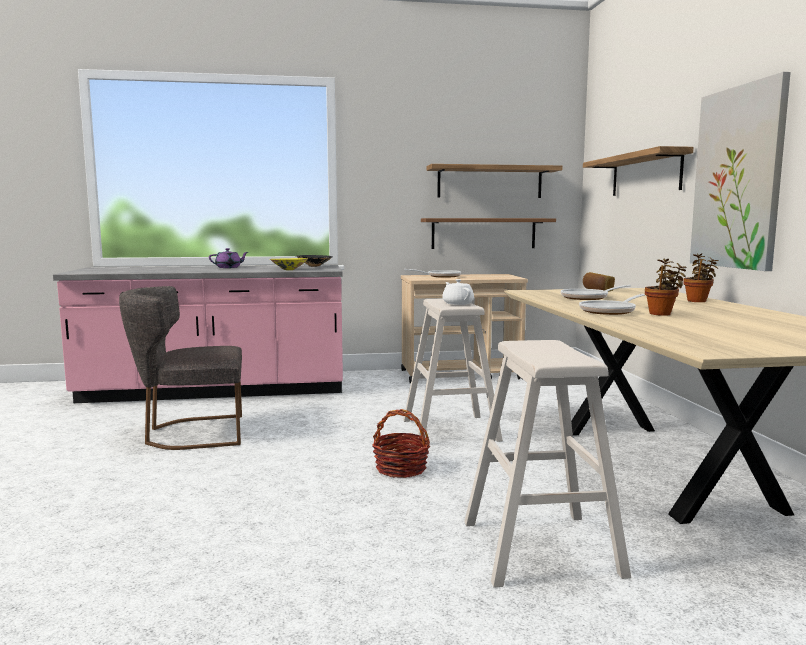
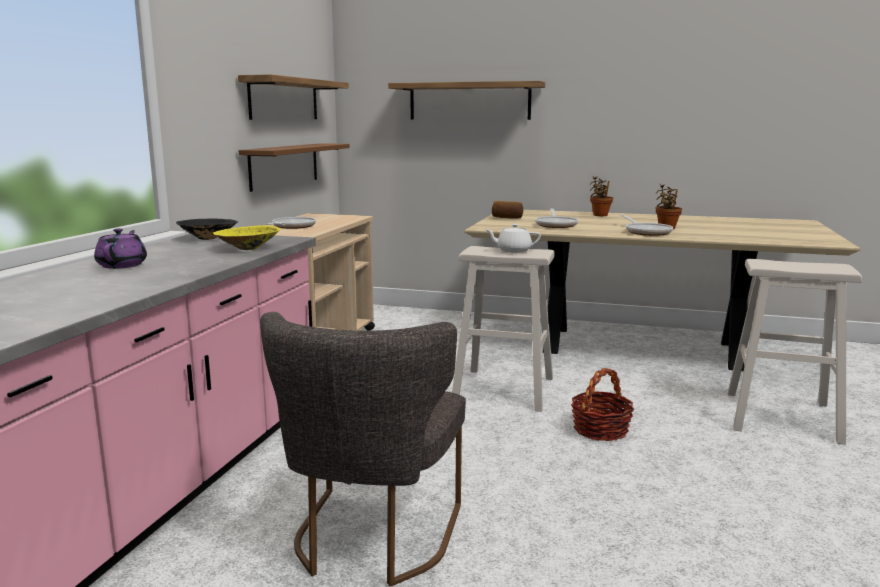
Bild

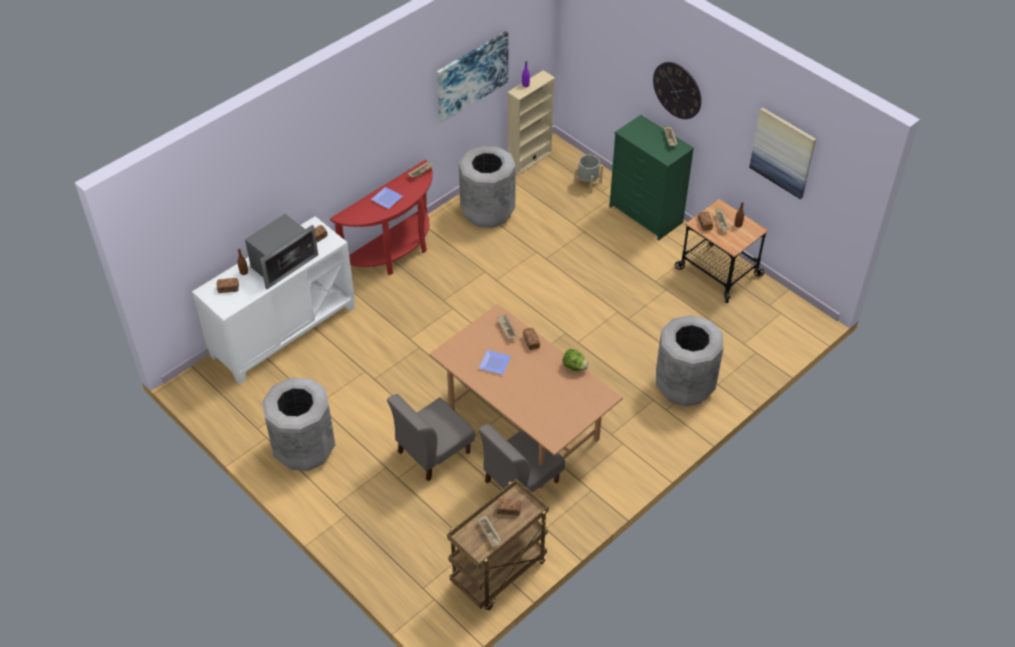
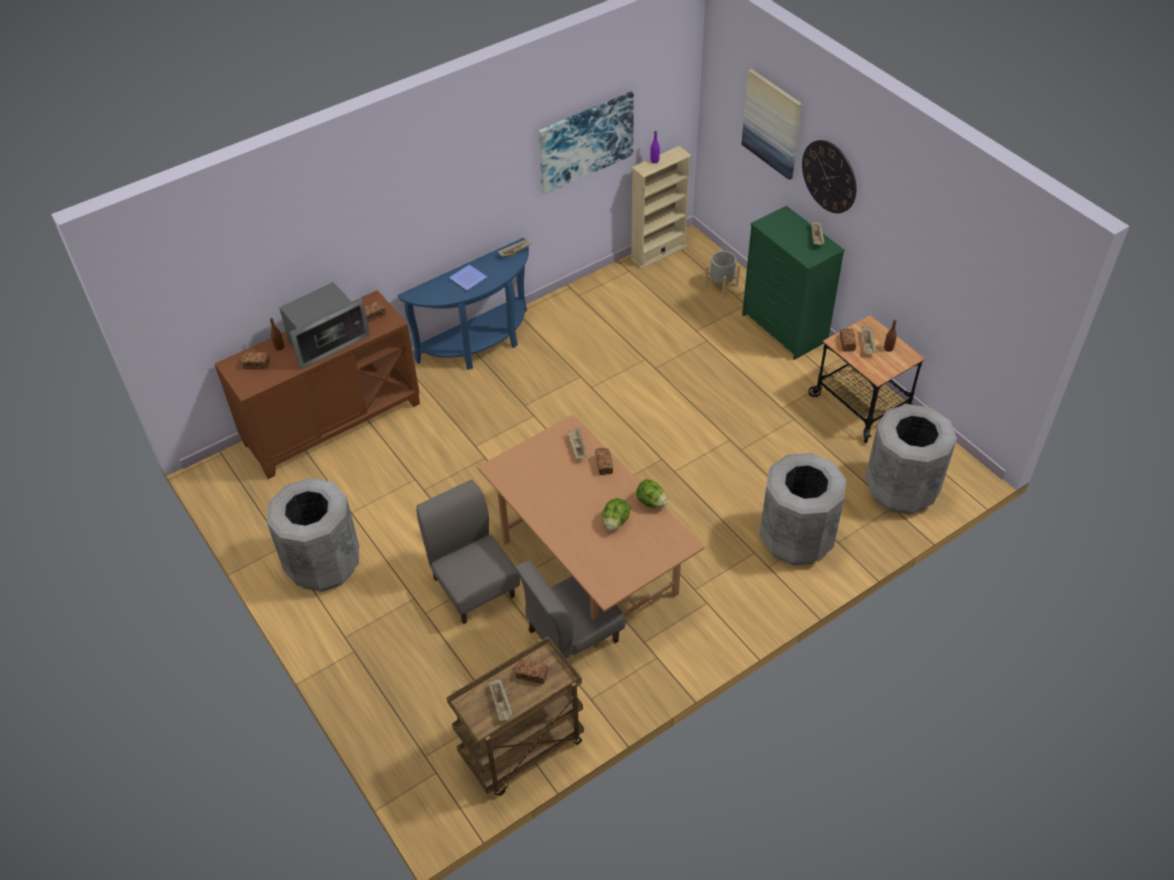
Bild (2nd from left)
Mülleimer [grau] (3rd from left)
Konsolentisch [blau]
Schrank [braun]
Teller (2nd from left in the first image)
Stuhl [grau] (1st from left)
Salatkopf (1st from left)

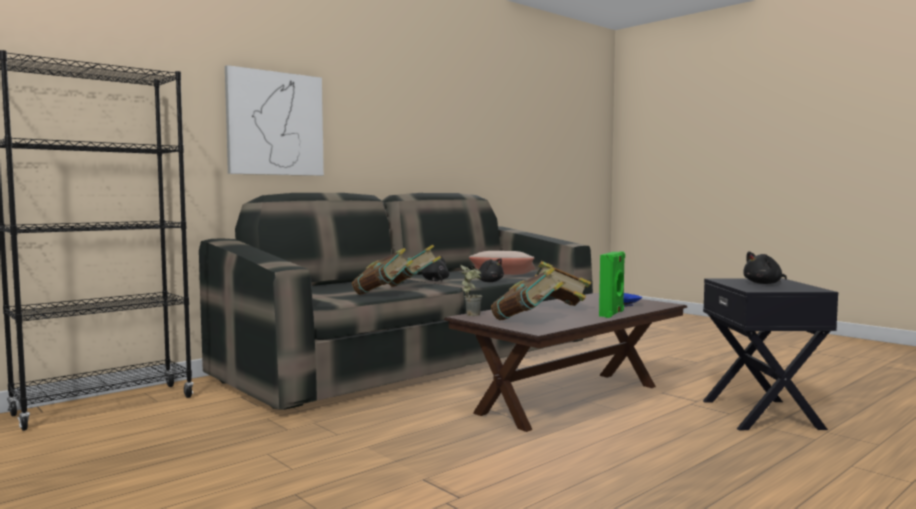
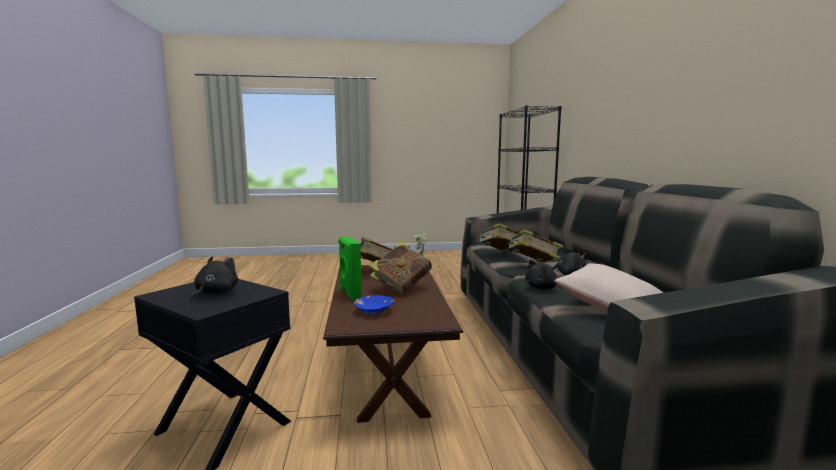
Bild

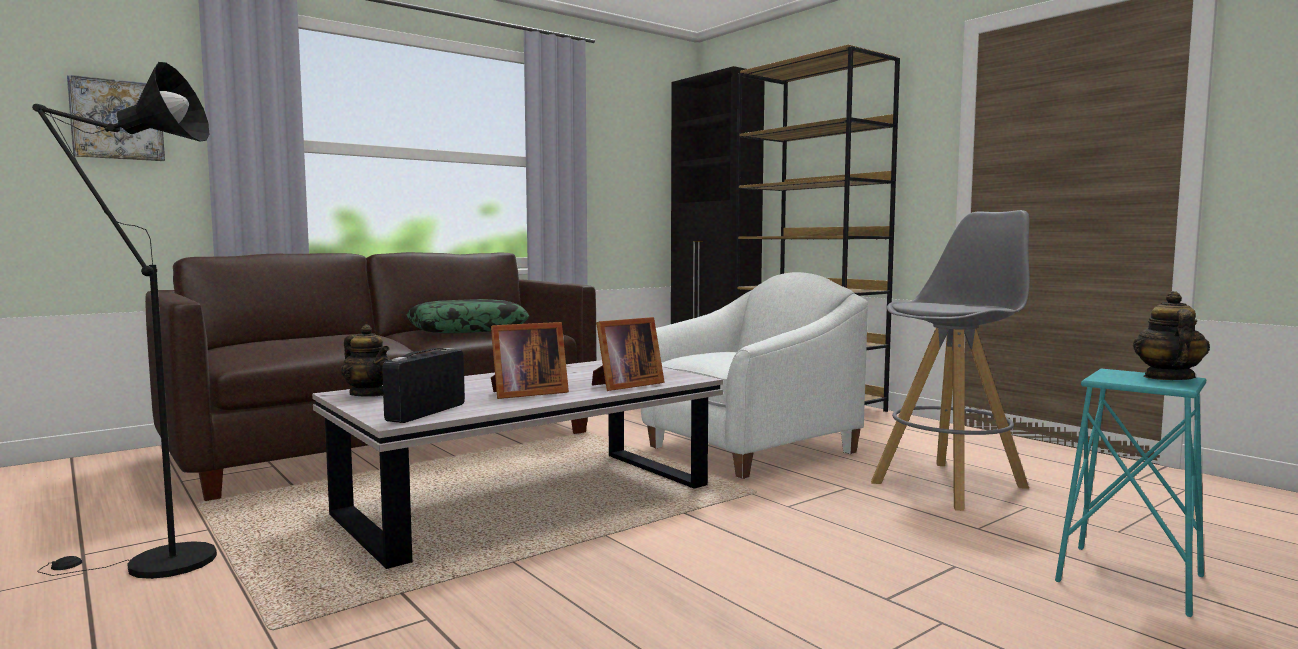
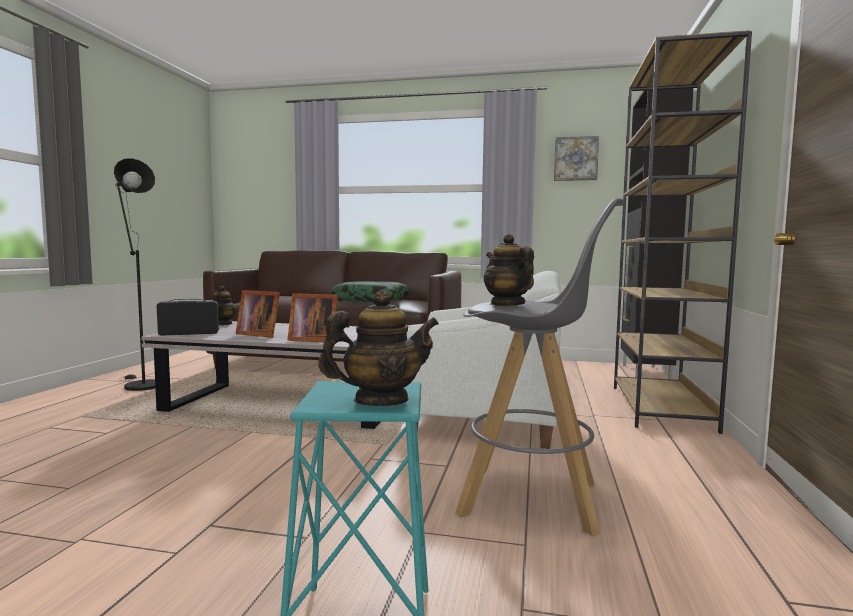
Bild
Teekanne (3rd from left)

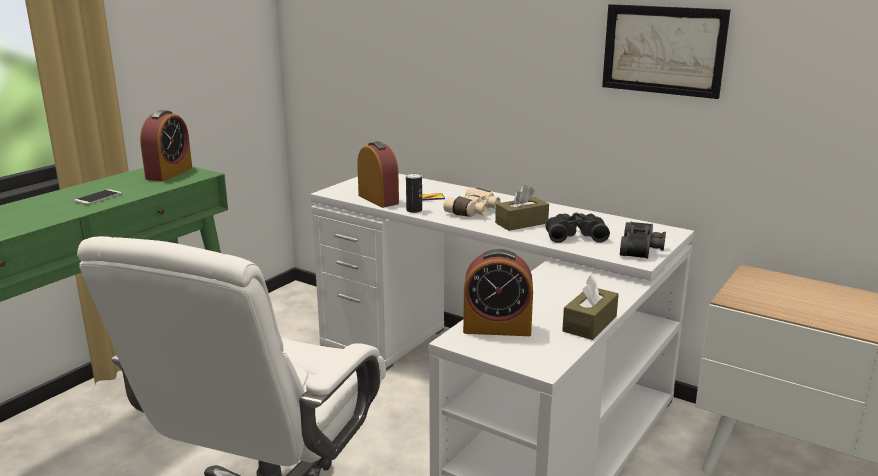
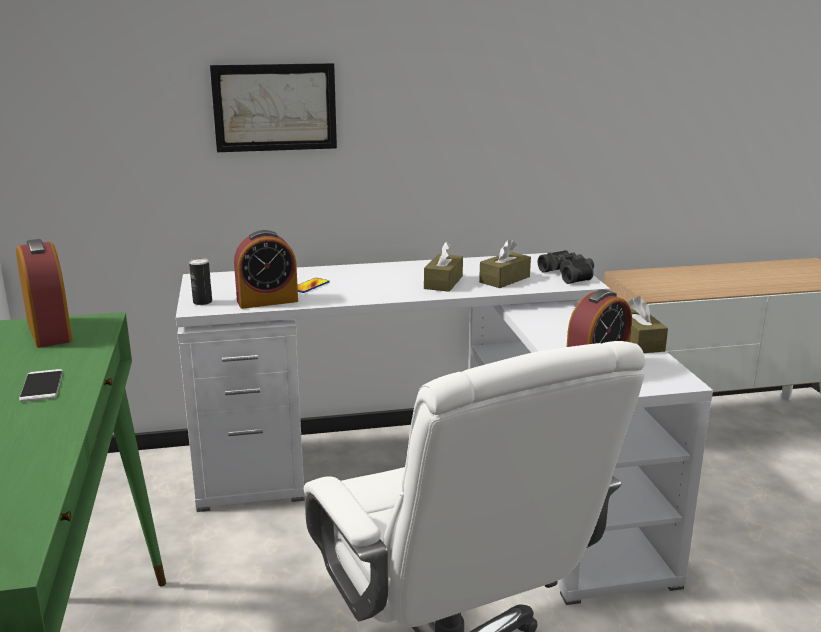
Bild
Wecker (2nd from left)
Dose
Fernglas [beige]
Taschentuchbox [braun] (2nd from left)

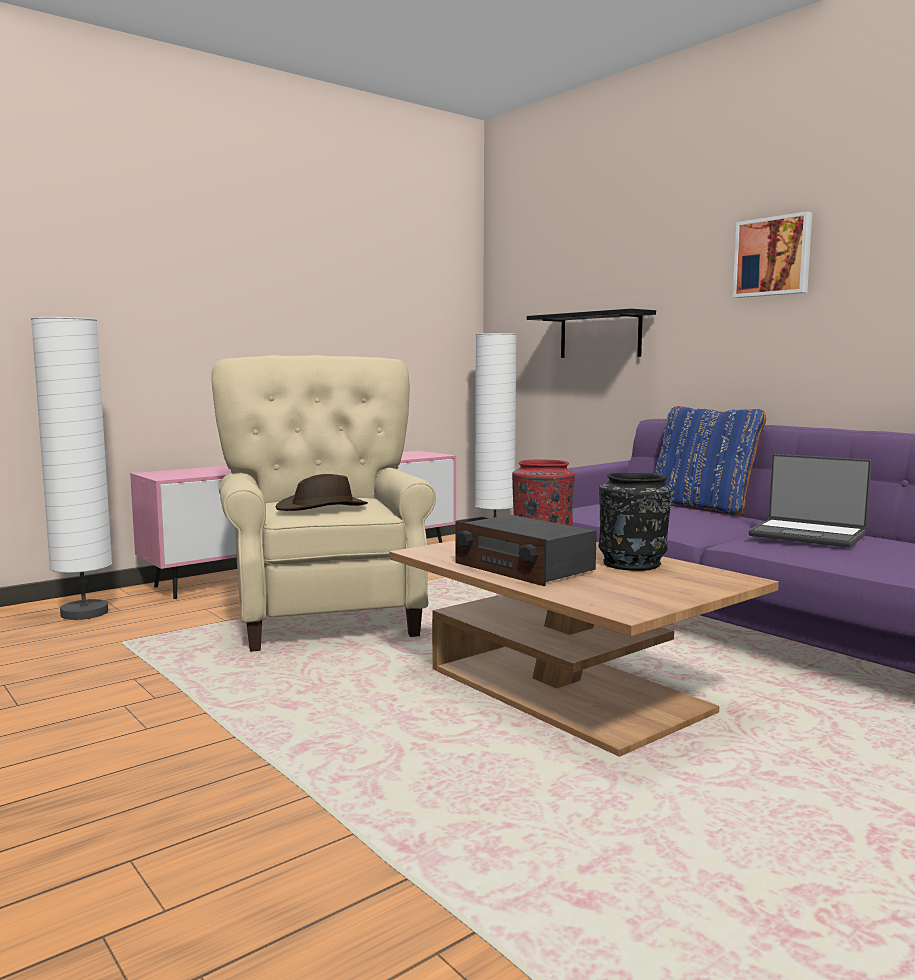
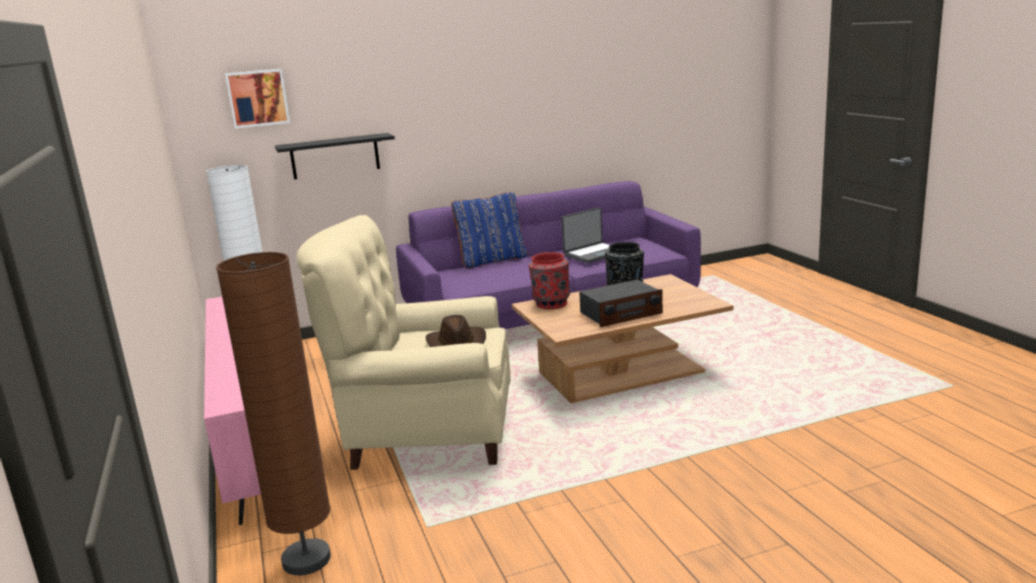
Bild
Stehlampe [braun]

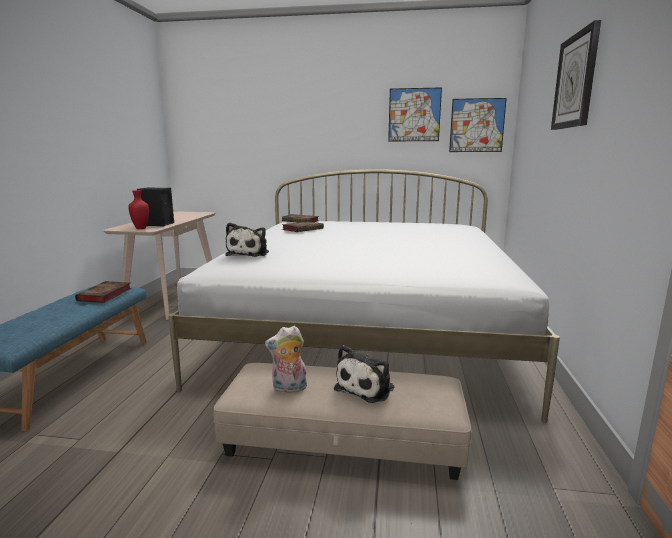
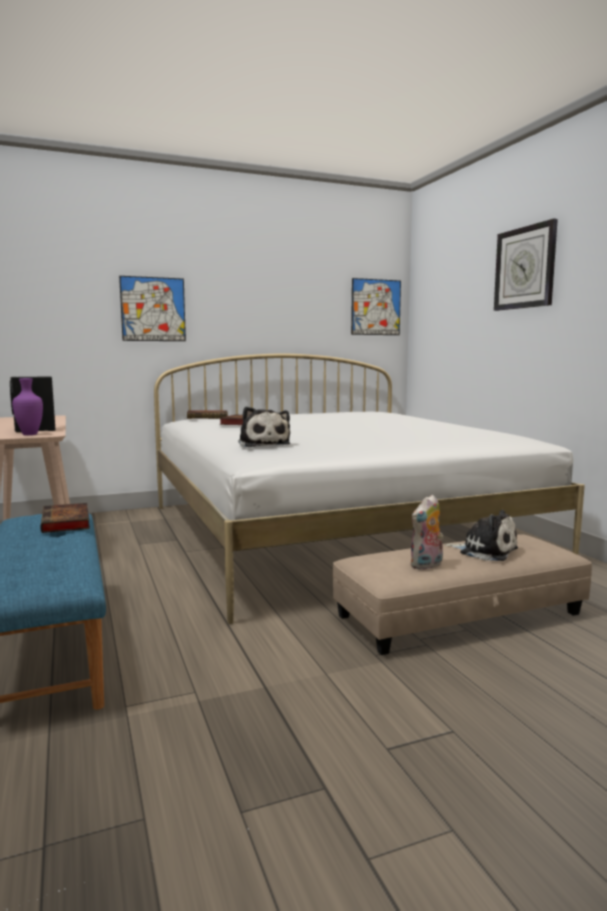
Bild (1st from left)
Vase [lila]
Plüschtier (3rd from left)

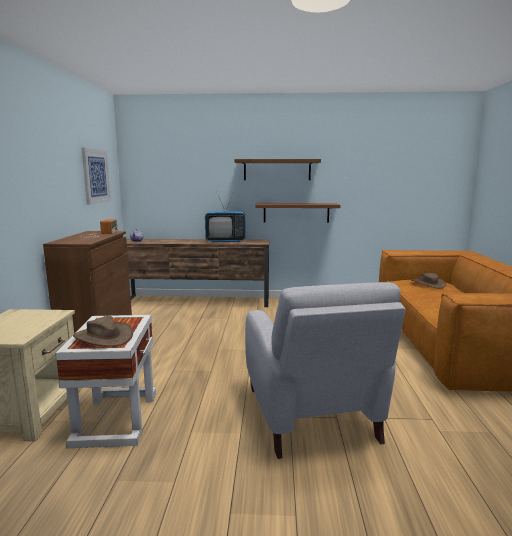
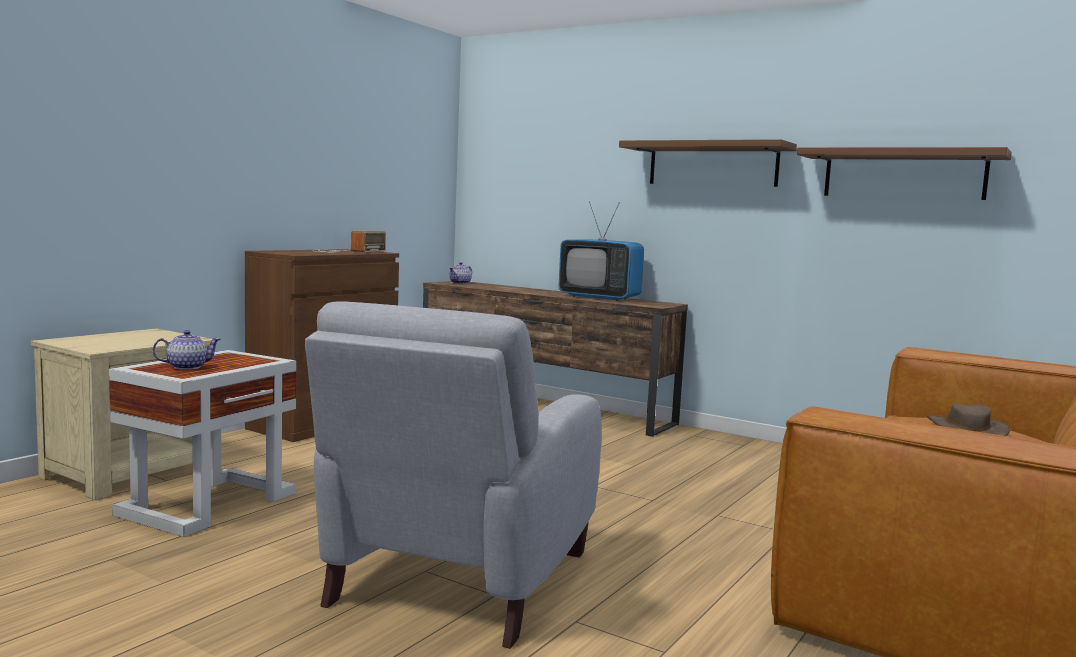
Bild
Wandregal [braun] (2nd from left)
Teekanne (1st from left)

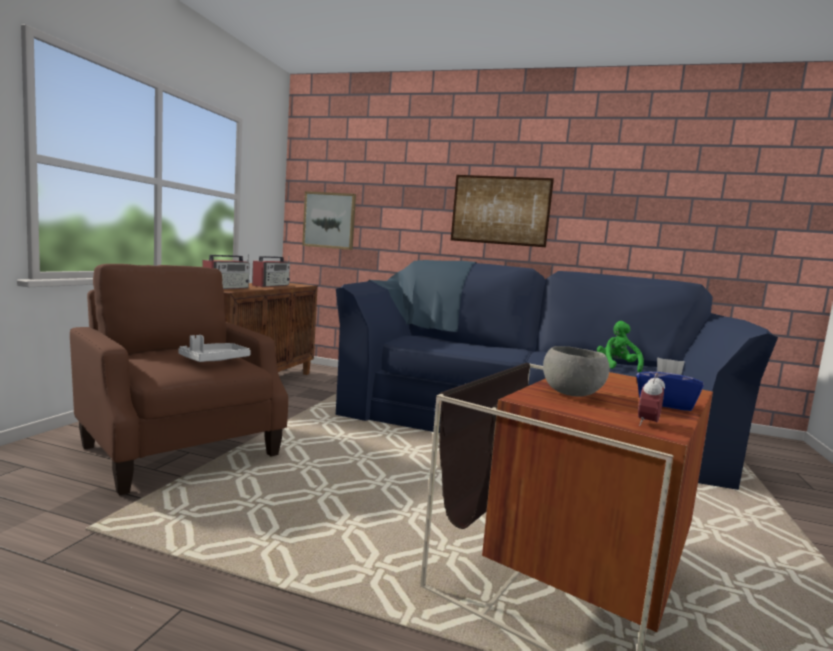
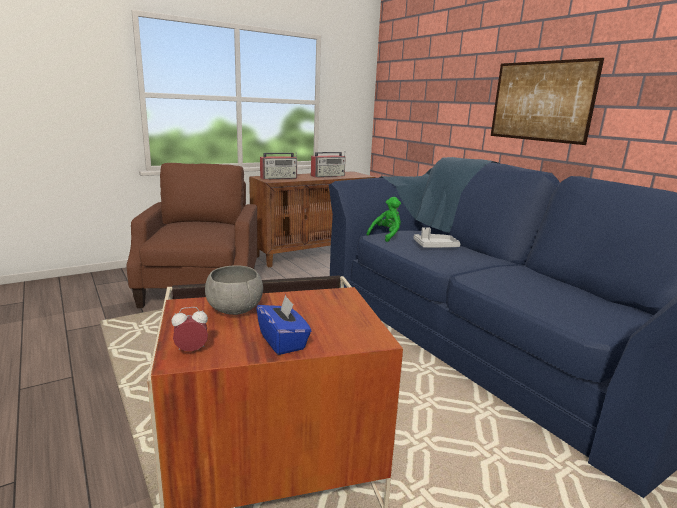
Bild (1st from left in the first image)
Plüschtier [grün]
Tablett [grau]

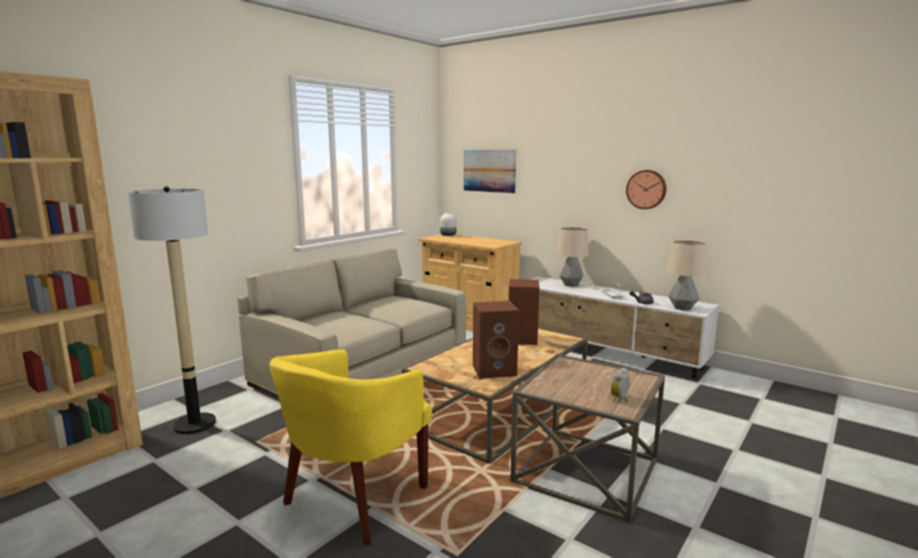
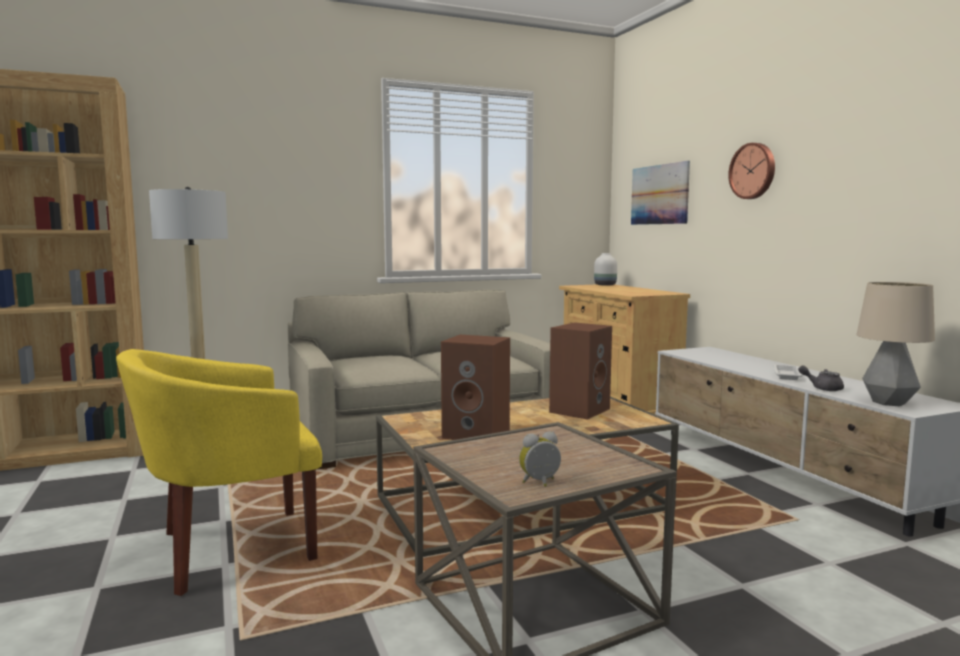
Wanduhr
Tischlampe (1st from left in the first image)

